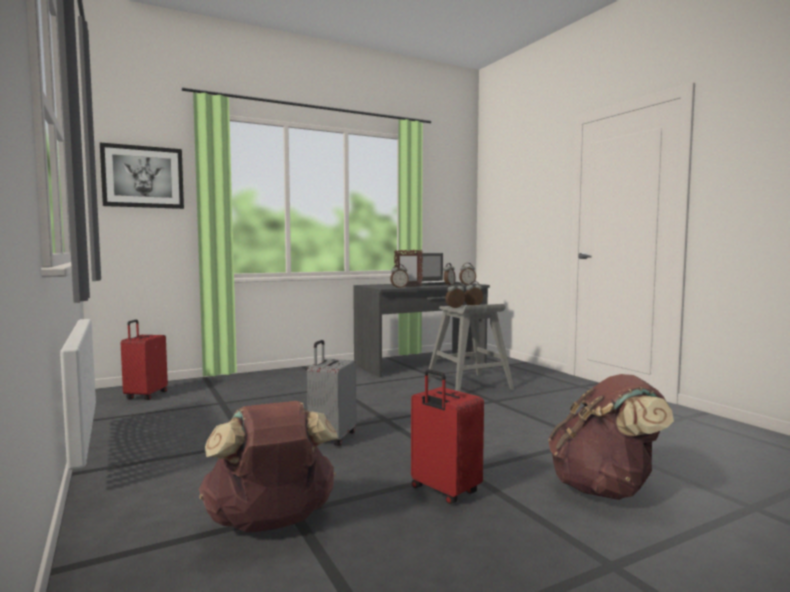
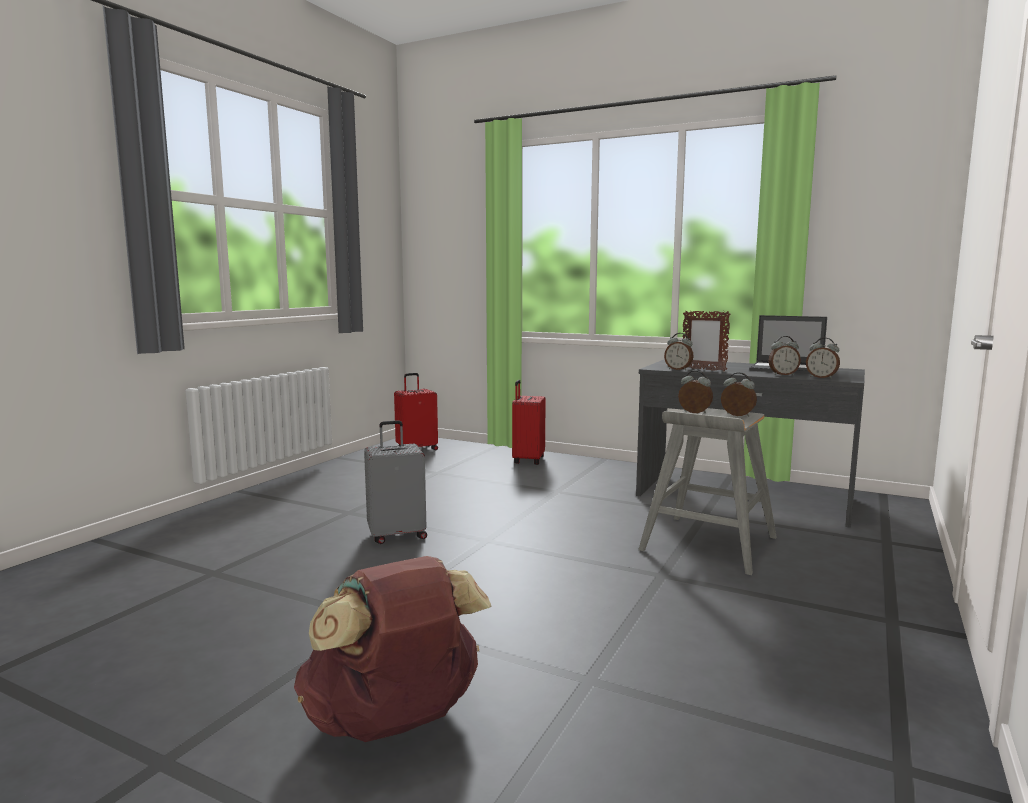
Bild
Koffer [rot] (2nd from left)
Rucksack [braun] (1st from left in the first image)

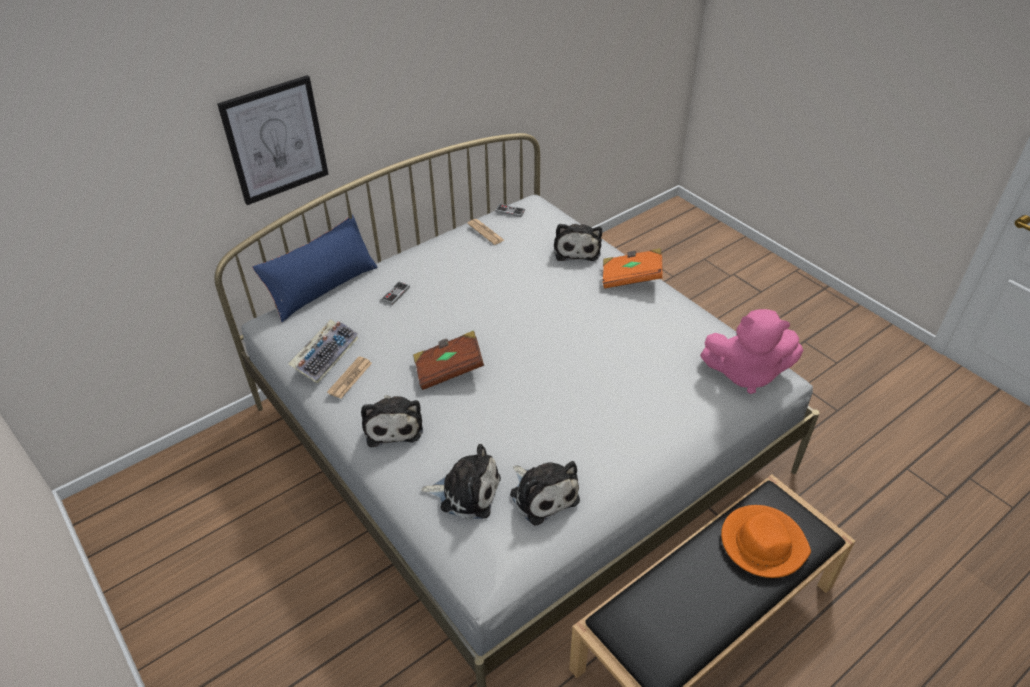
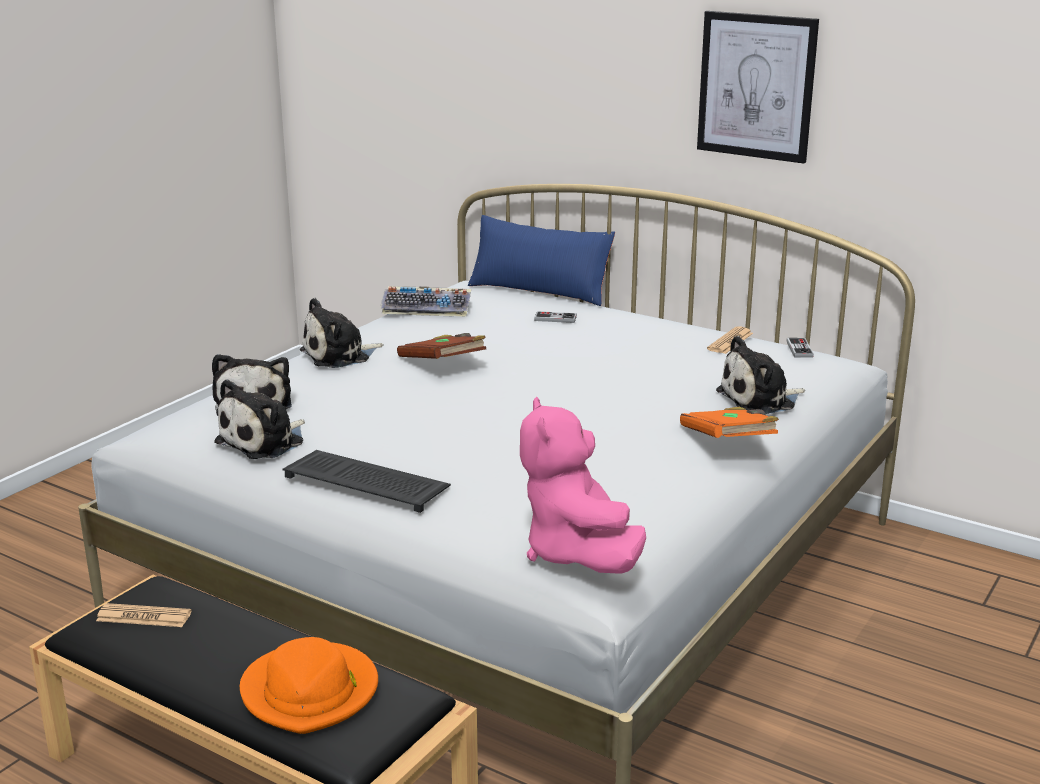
Bild
Zeitung (1st from left)
Tastatur (1st from left)

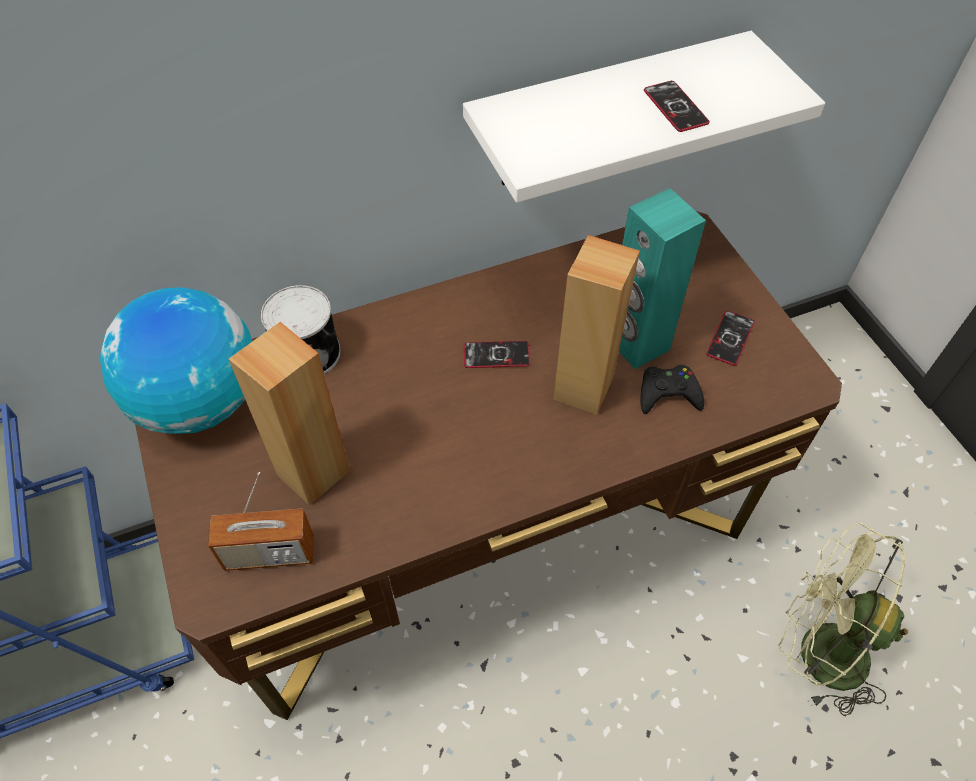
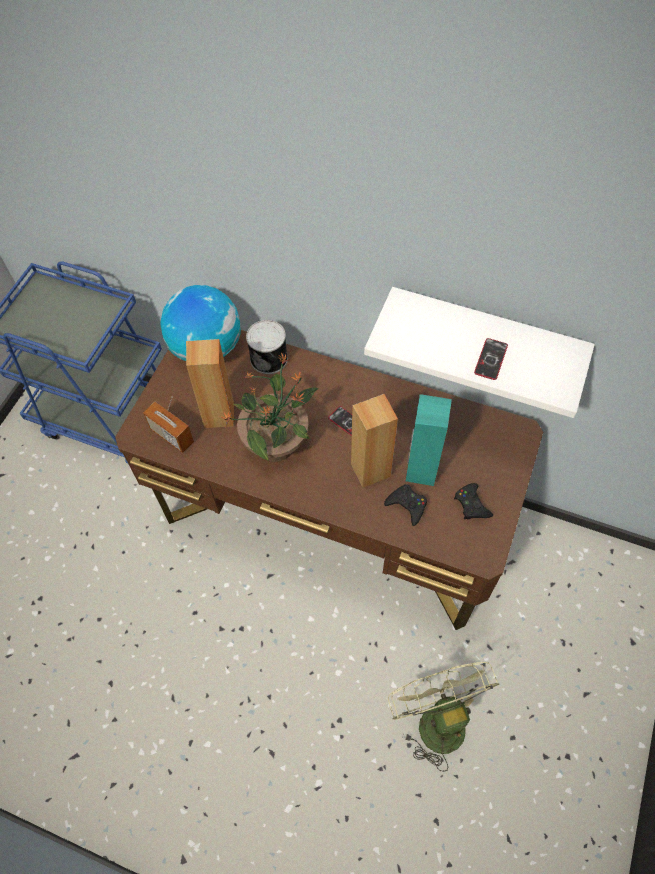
Gamepad [schwarz] (2nd from left)
Topfpflanze

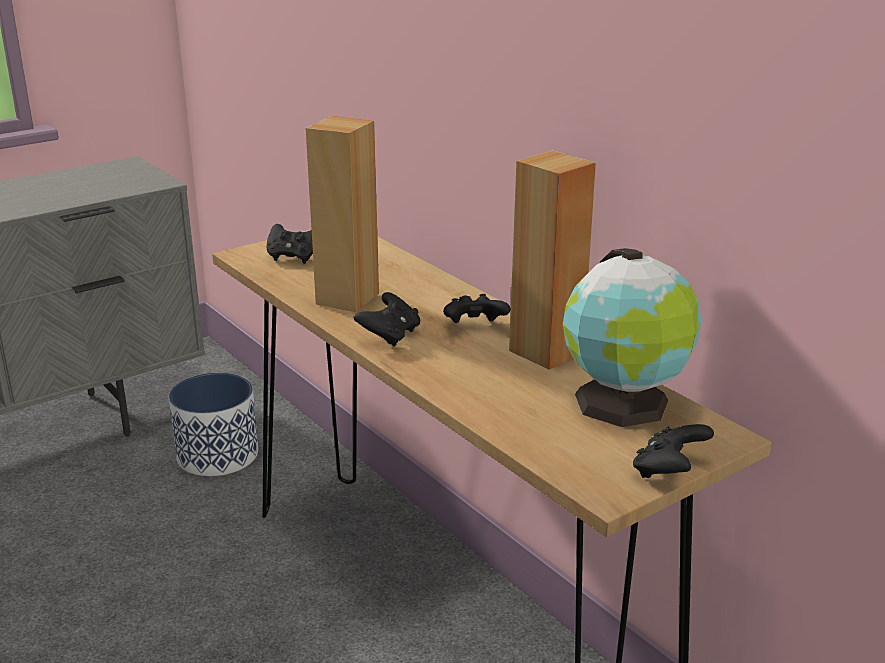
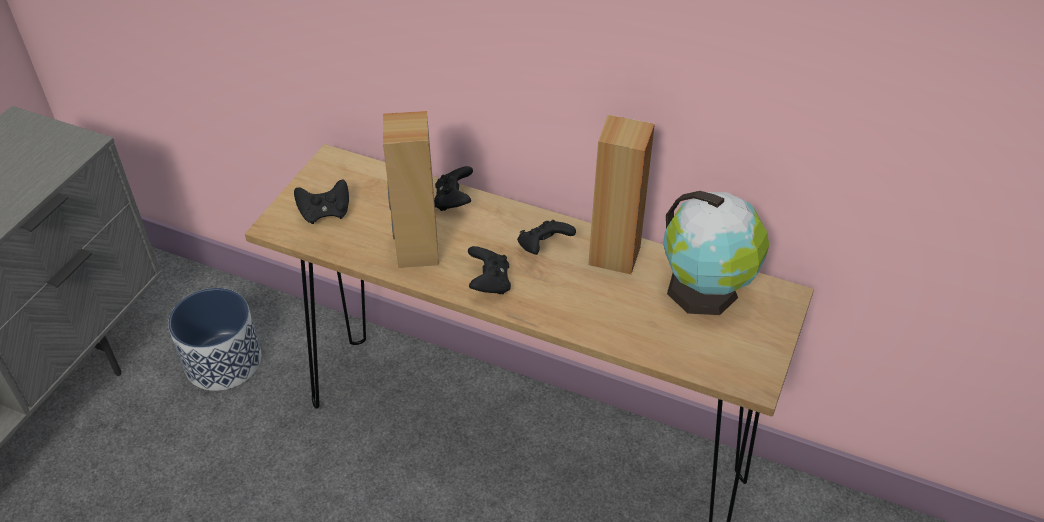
Gamepad [schwarz] (2nd from left)

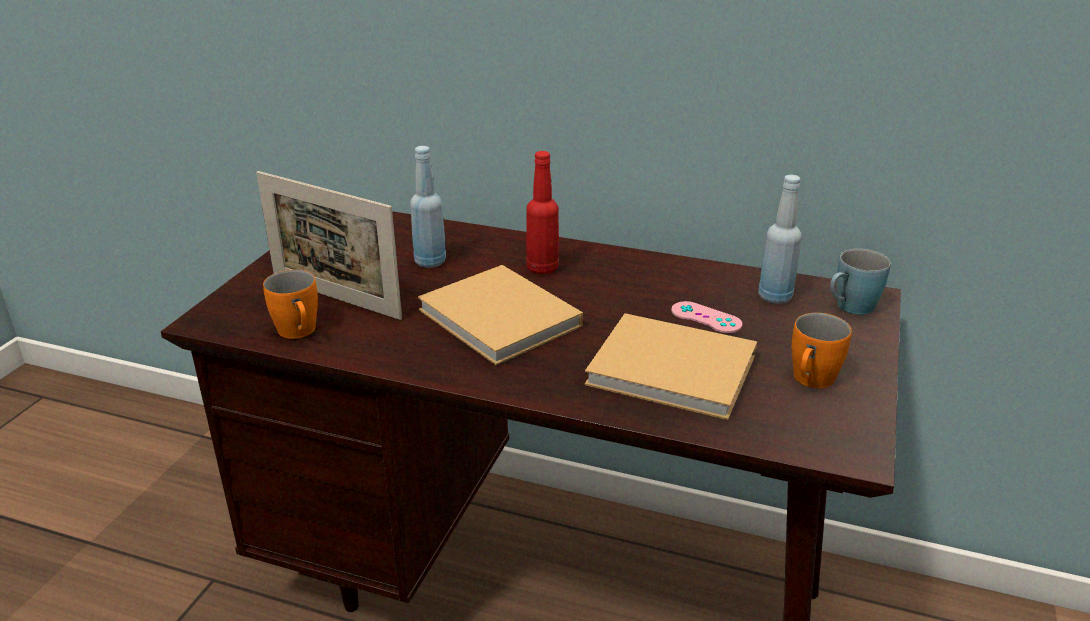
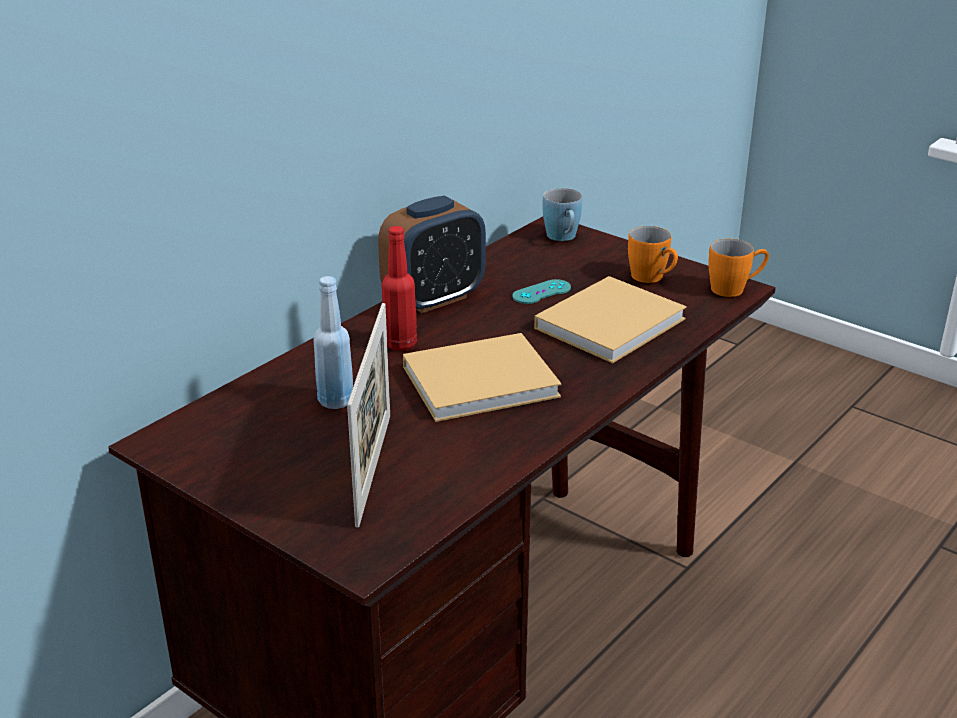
Bilderrahmen
Flasche [blau] (2nd from left in the first image)
Henkelbecher [orange] (2nd from left)
Gamepad [türkis]
Wecker

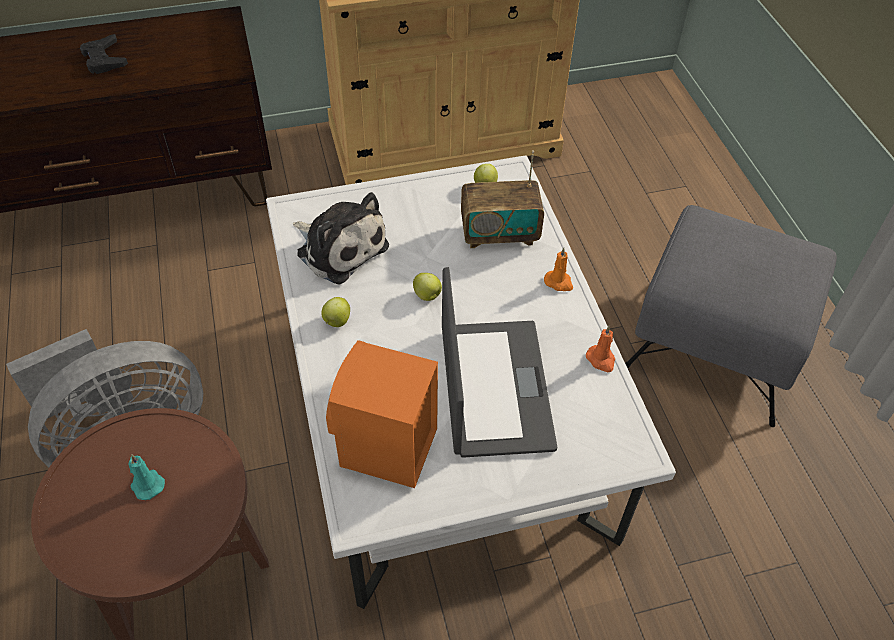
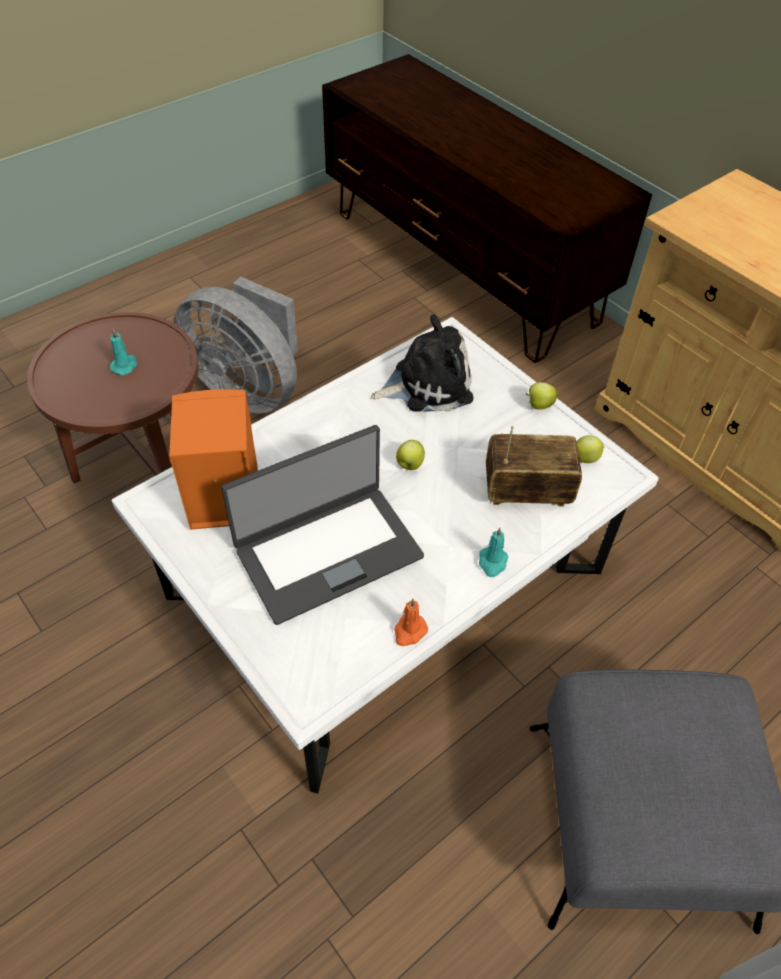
Gamepad [schwarz]
Radio
Plüschtier
Kerze [türkis] (2nd from left)
Apfel (2nd from left)

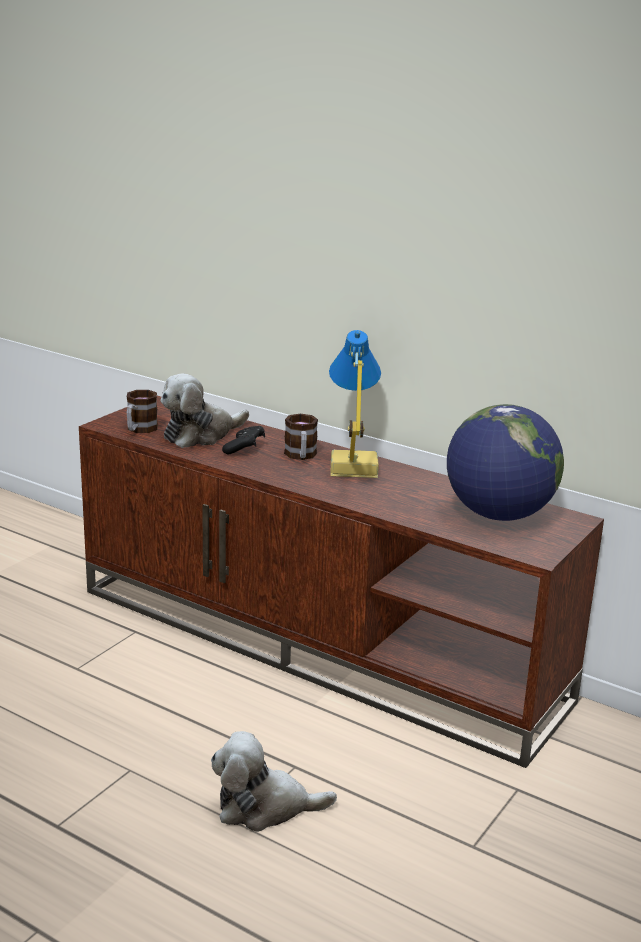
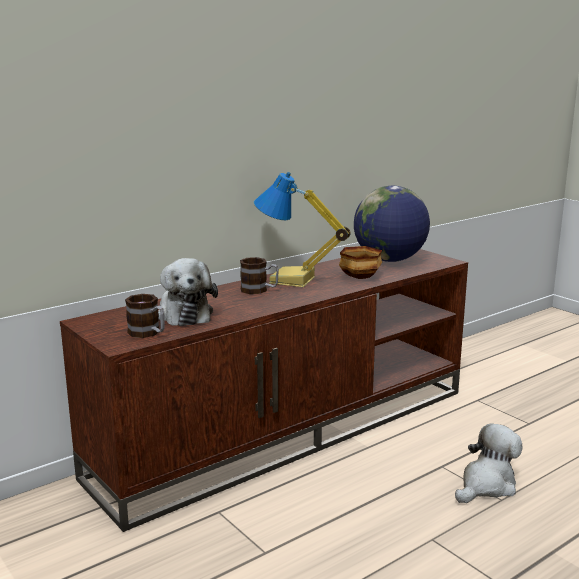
Gamepad [schwarz]
Plüschtier (2nd from left)
Schüssel

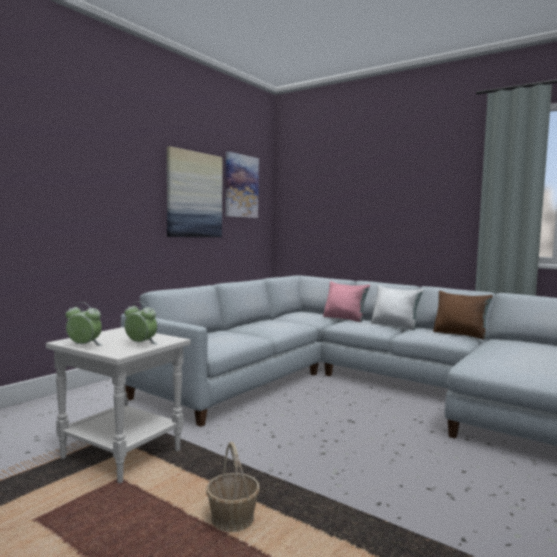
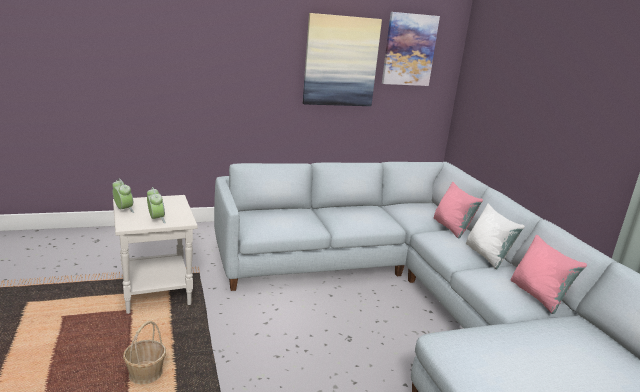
Kissen [rosa] (2nd from left)

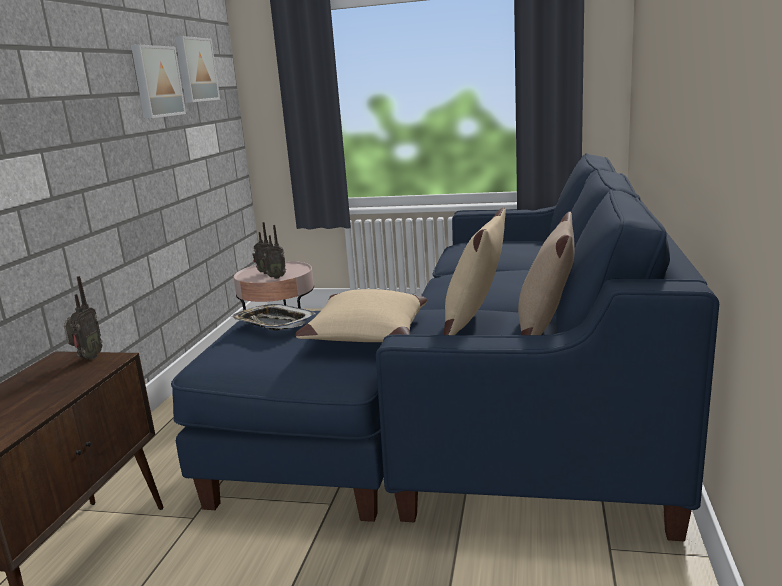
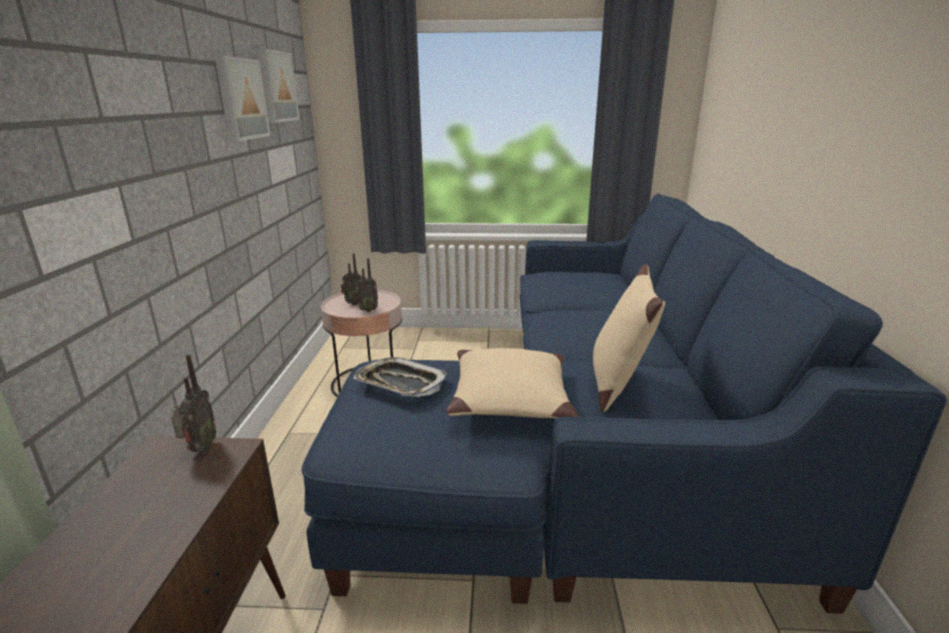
Kissen [beige] (3rd from left in the first image)

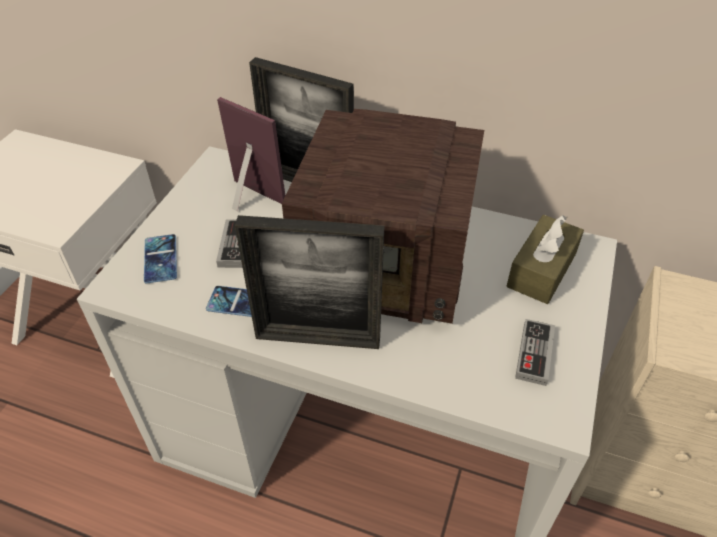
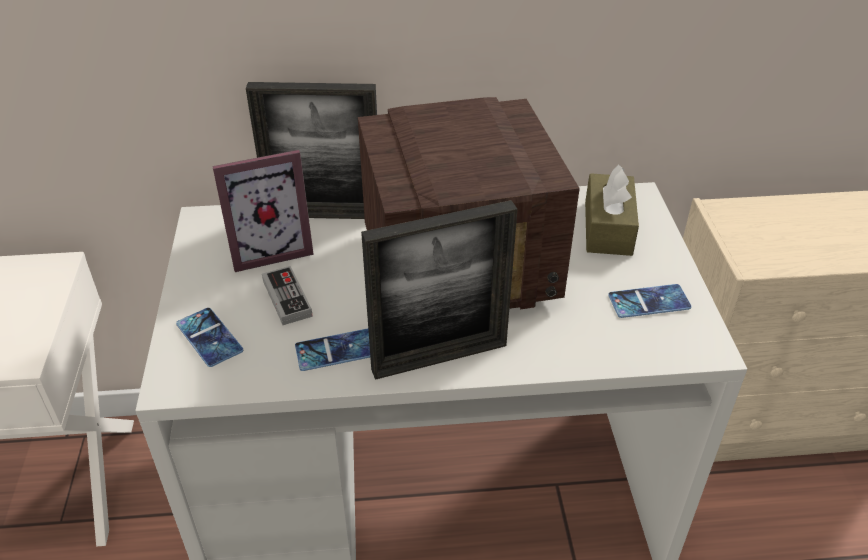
Bilderrahmen (1st from left)
Handy (3rd from left)

